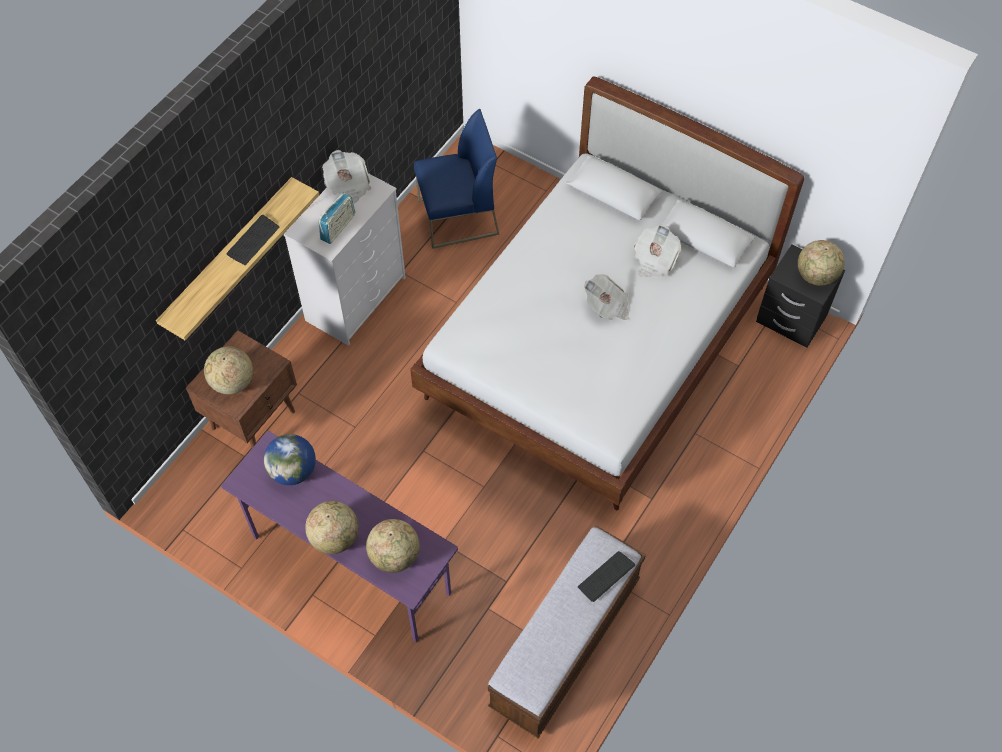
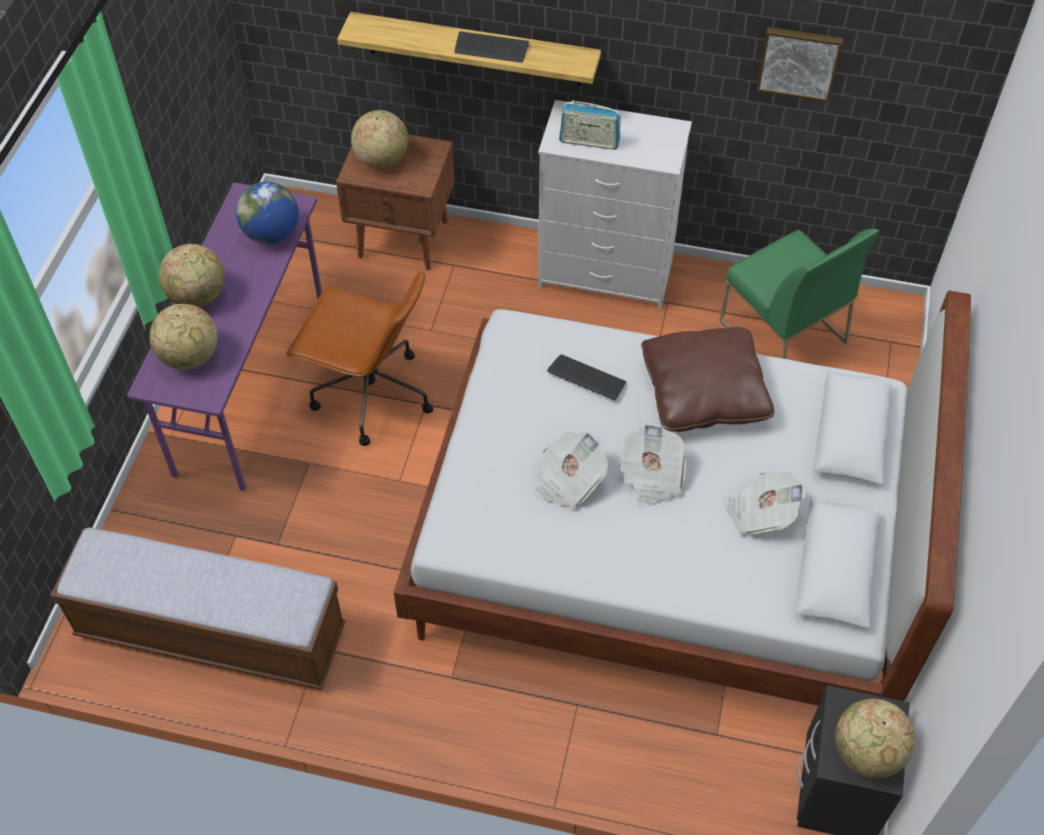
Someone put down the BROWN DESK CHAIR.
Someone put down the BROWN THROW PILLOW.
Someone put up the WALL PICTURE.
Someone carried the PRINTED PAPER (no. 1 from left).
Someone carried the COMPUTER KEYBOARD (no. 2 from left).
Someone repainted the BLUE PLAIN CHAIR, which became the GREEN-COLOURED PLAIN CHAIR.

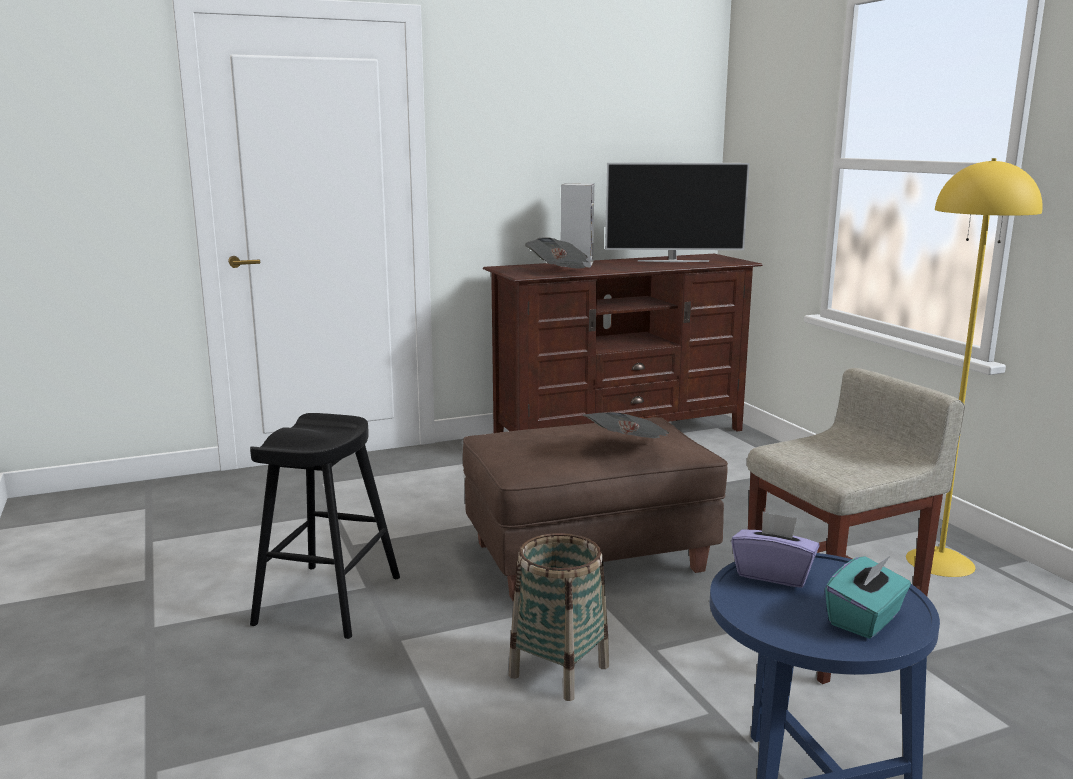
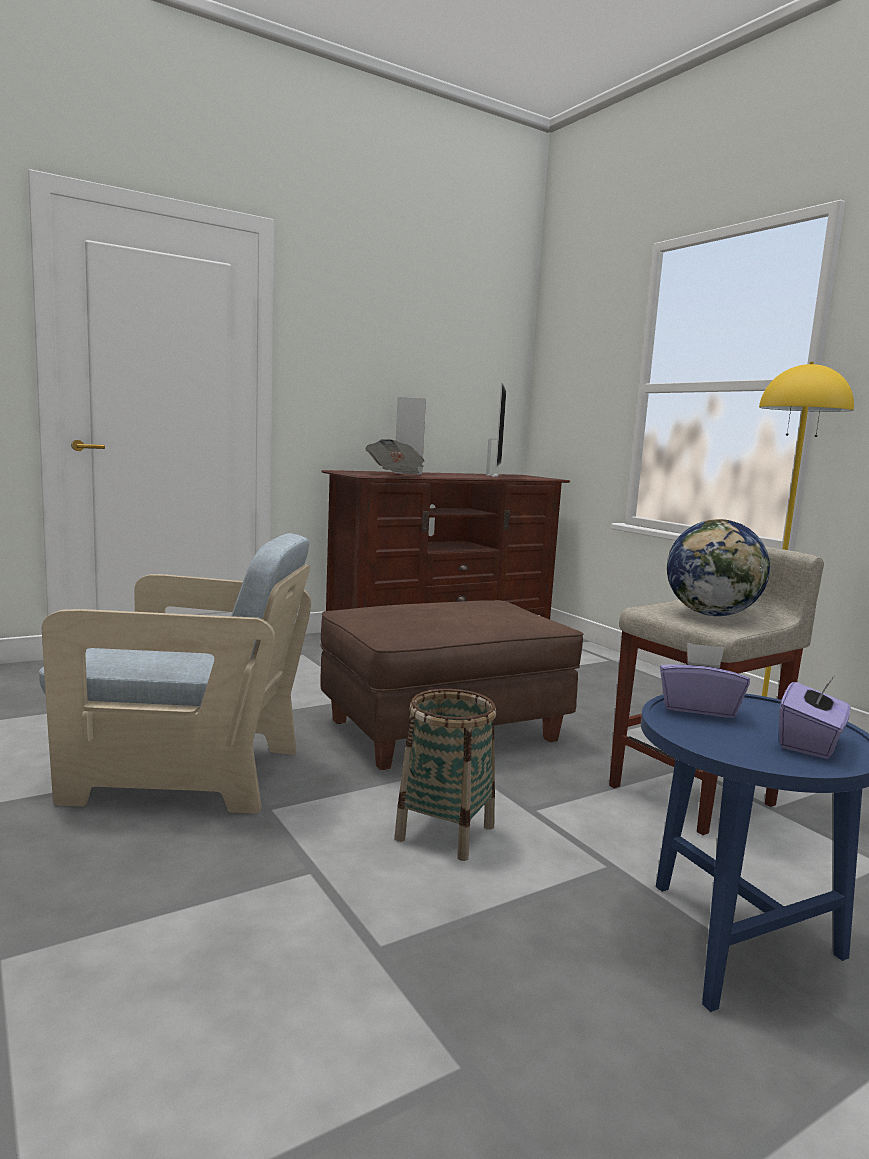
Someone took away the PRINTED PAPER (no. 2 from left).
Someone put down the DESK GLOBE.
Someone swapped the BLACK-COLOURED STOOL SEAT for the BEIGE-COLOURED ARMCHAIR.
Someone repainted the TURQUOISE-COLOURED BOX OF TISSUES, which became the PURPLE BOX OF TISSUES (no. 2 from left).
Someone rotated the TV by 75 degrees counterclockwise.

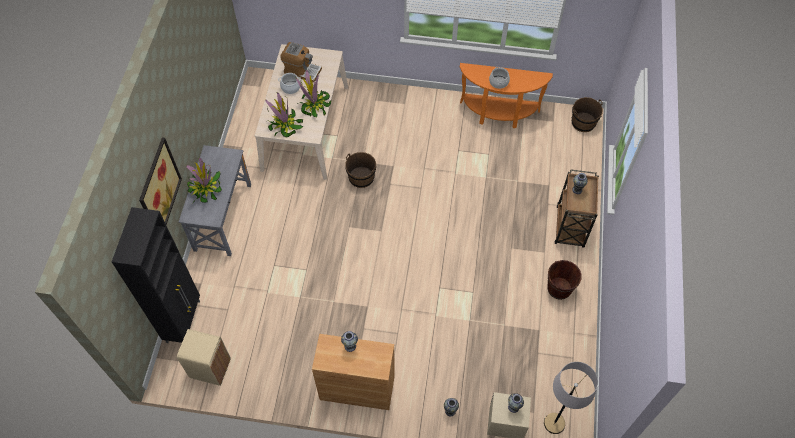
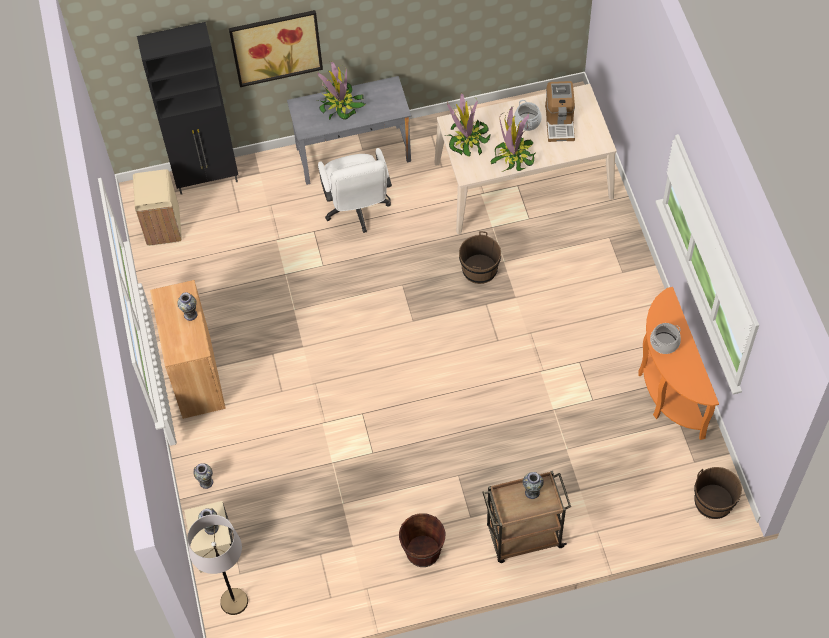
Someone put down the WHITE DESK CHAIR.

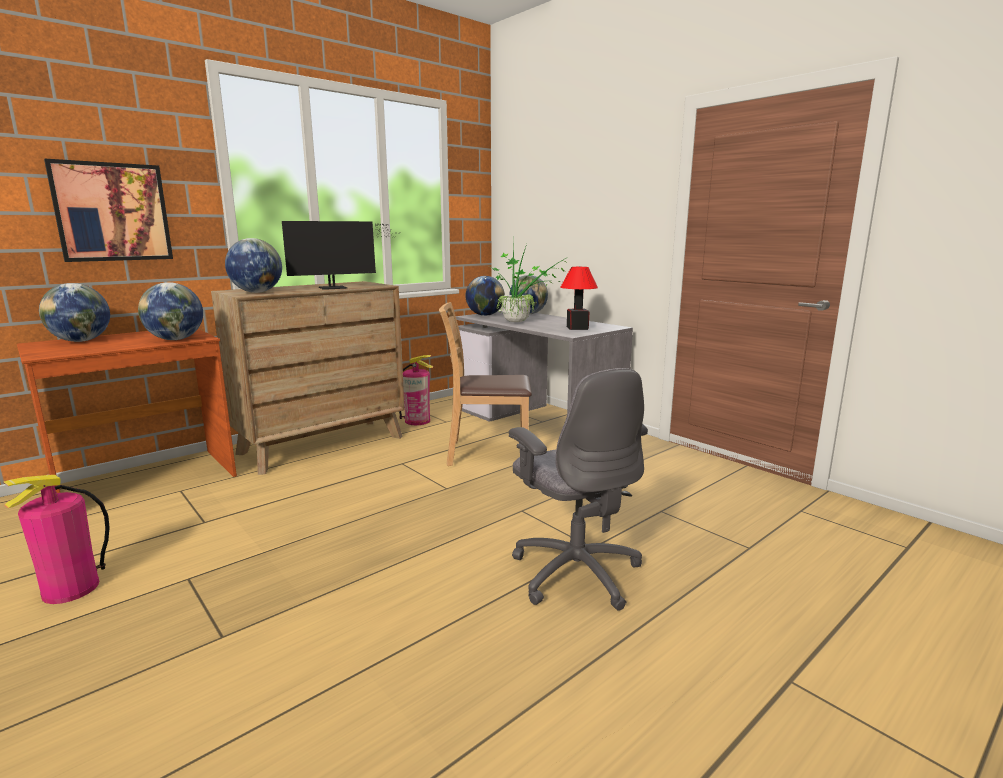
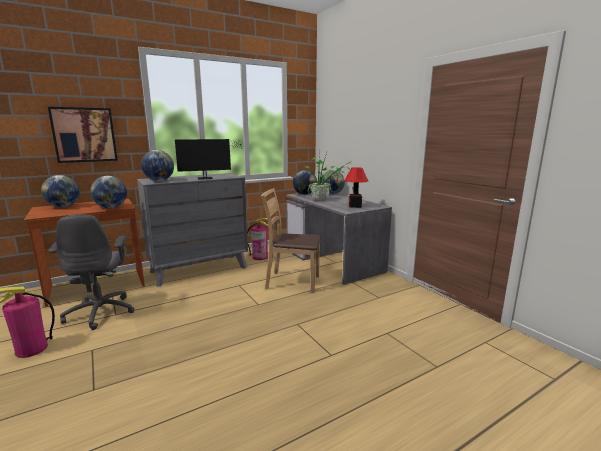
Someone carried the GREY DESK CHAIR.
Someone repainted the BROWN DRESSER, which became the GREY DRESSER.

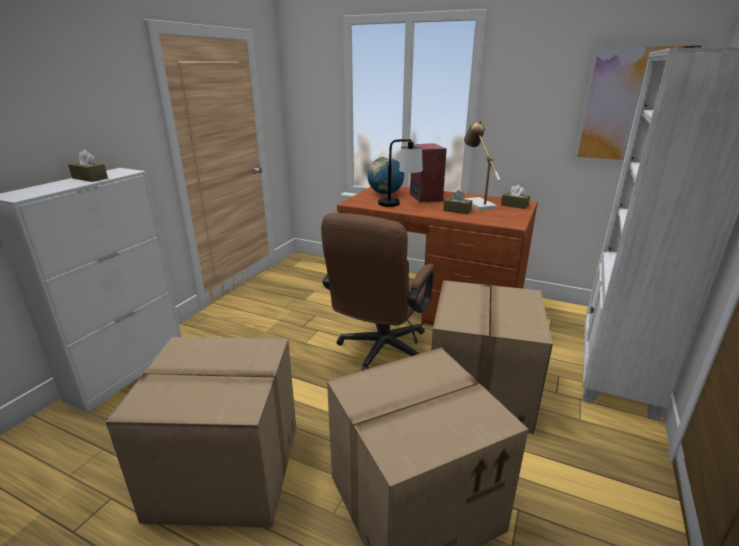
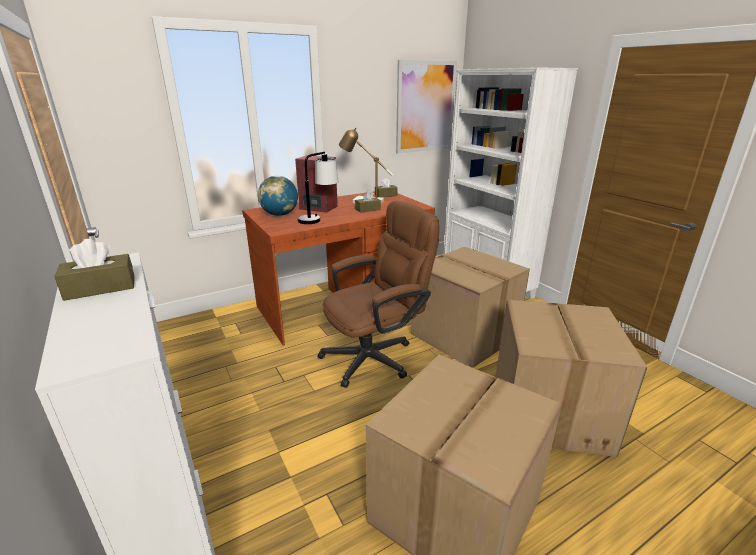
Someone rotated the BROWN DESK CHAIR by 90 degrees counterclockwise.

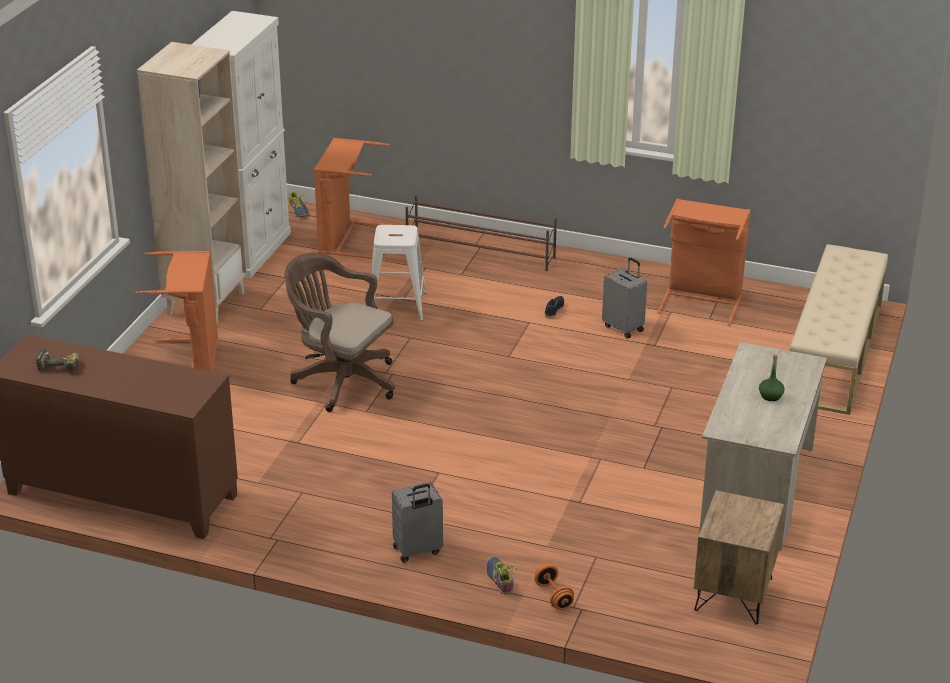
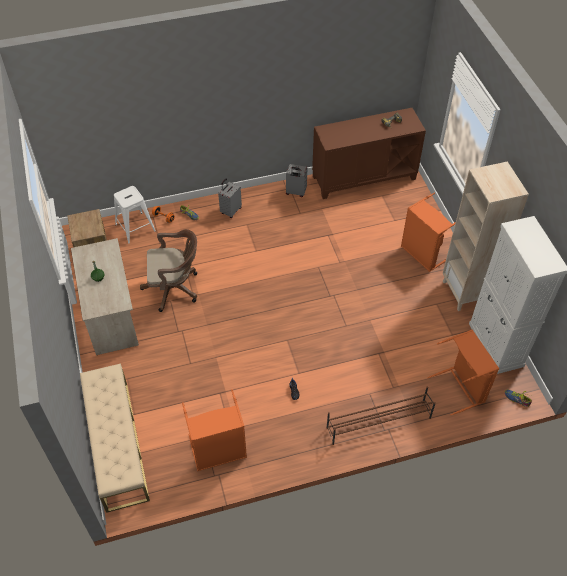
Someone carried the BROWN DESK CHAIR.
Someone carried the WHITE STOOL SEAT.
Someone carried the GREY PIECE OF LUGGAGE (no. 2 from left).

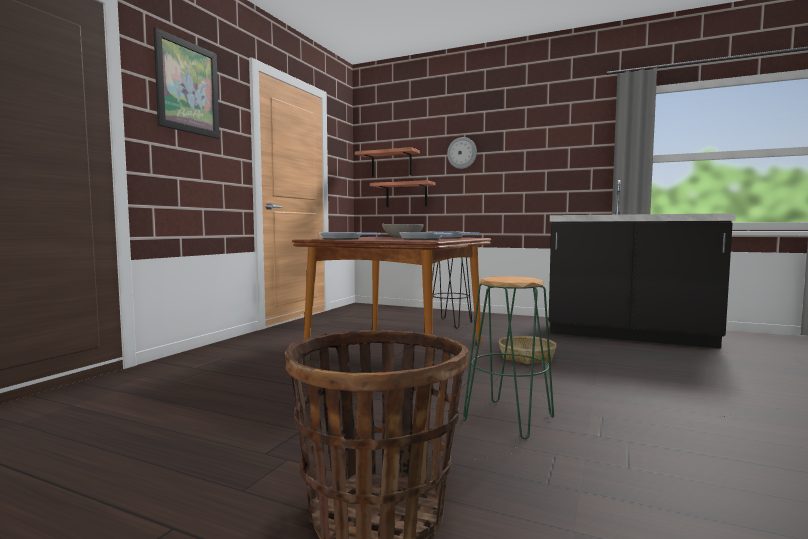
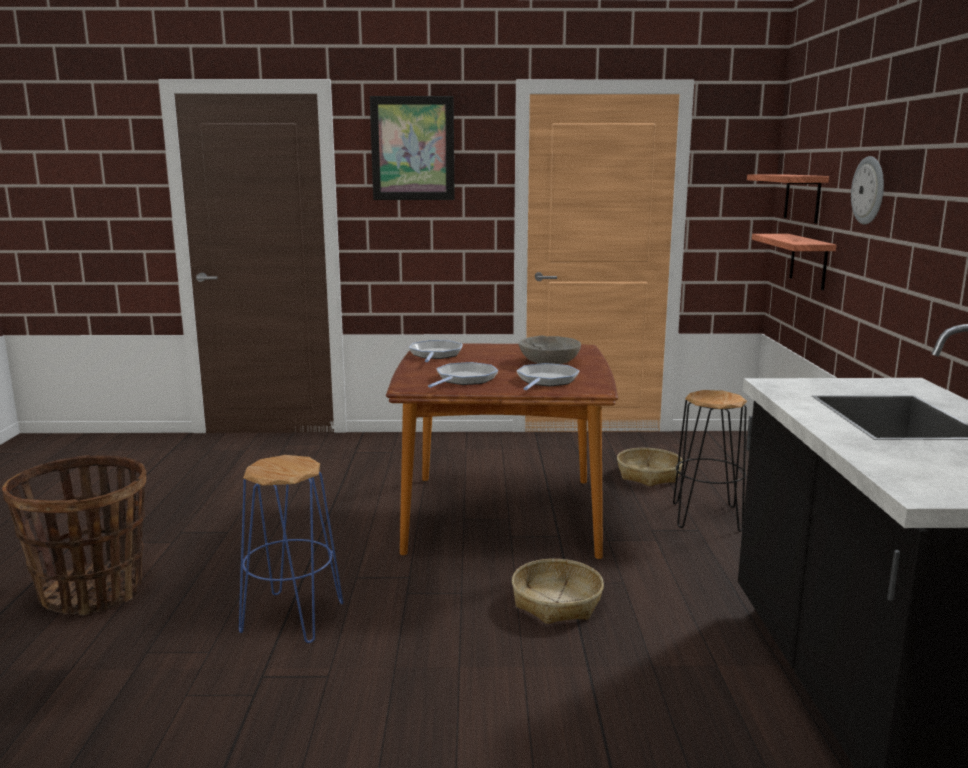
Someone put down the STORAGE BASKET (no. 3 from left).
Someone repainted the GREEN-COLOURED STOOL SEAT, which became the BLUE STOOL SEAT.

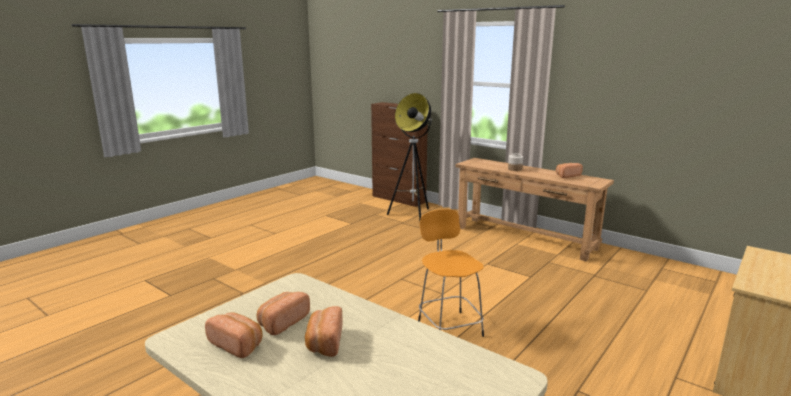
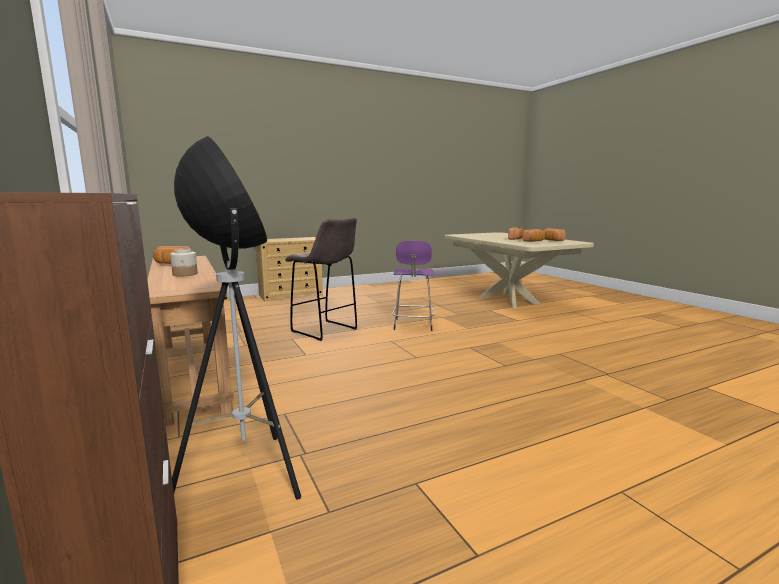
Someone put down the GREY STOOL SEAT.
Someone repainted the ORANGEY STOOL SEAT, which became the PURPLE STOOL SEAT.

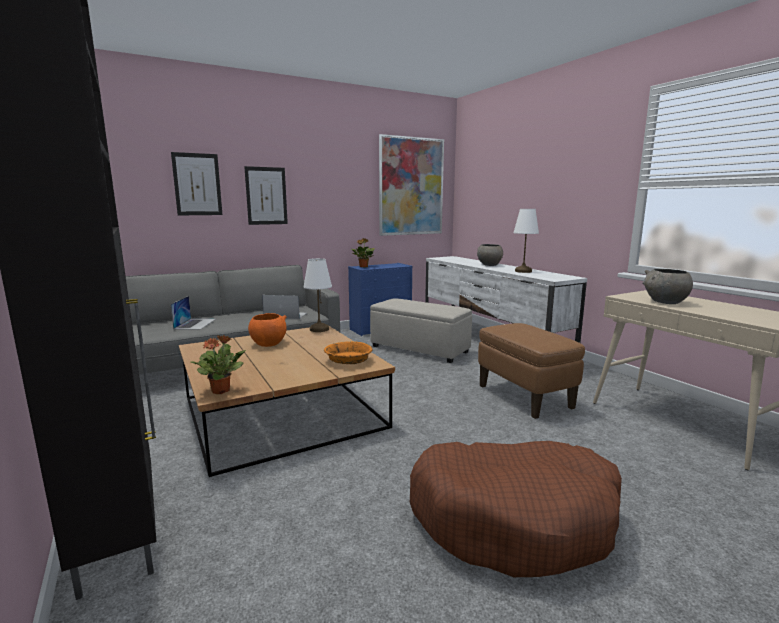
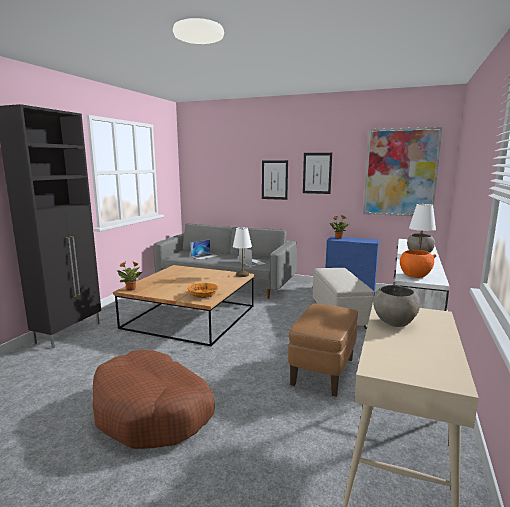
Someone carried the WALL PICTURE (no. 1 from left in the first image).
Someone carried the ORANGEY SERVING BOWL (no. 1 from left in the first image).

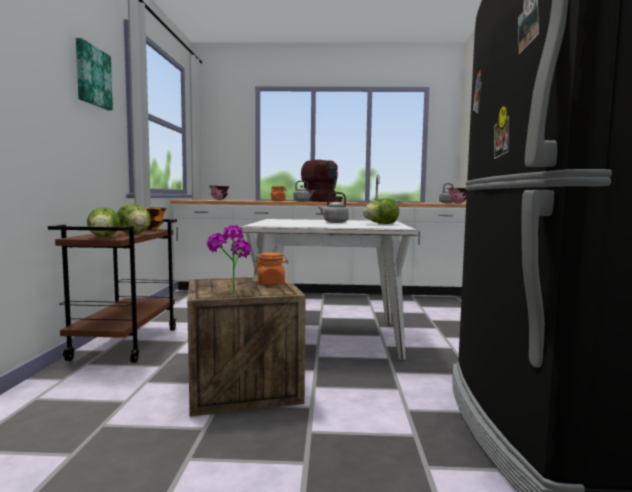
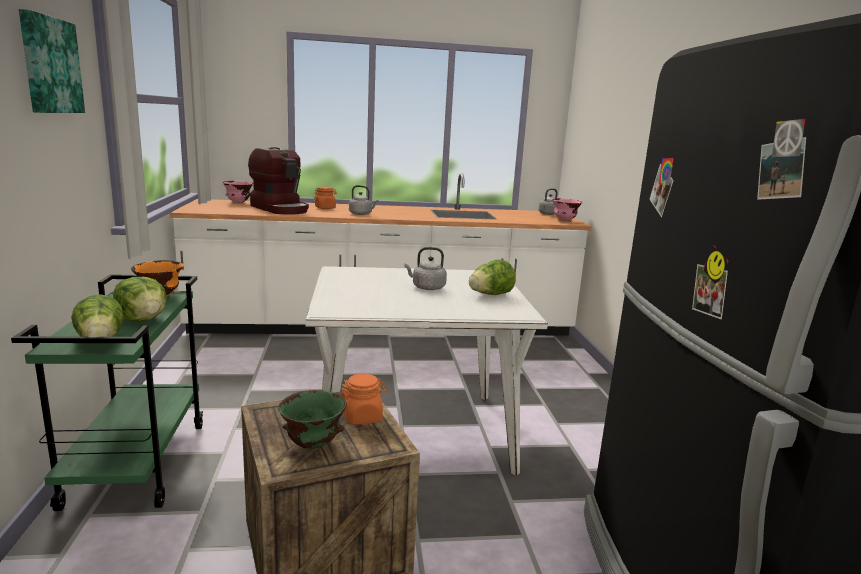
Someone carried the COFFEE BREWER.
Someone swapped the POTTED PLANT for the GREEN-COLOURED SERVING BOWL.
Someone repainted the BROWN TROLLEY, which became the GREEN-COLOURED TROLLEY.

